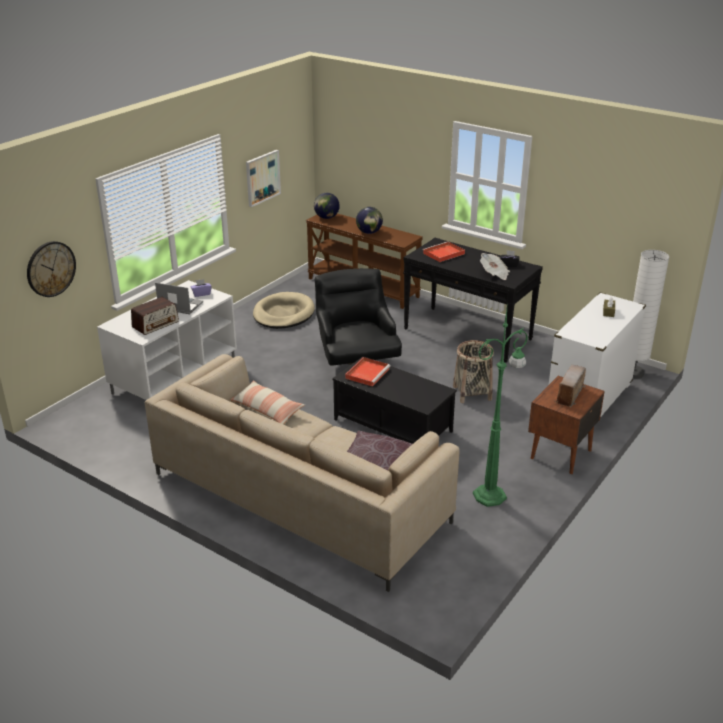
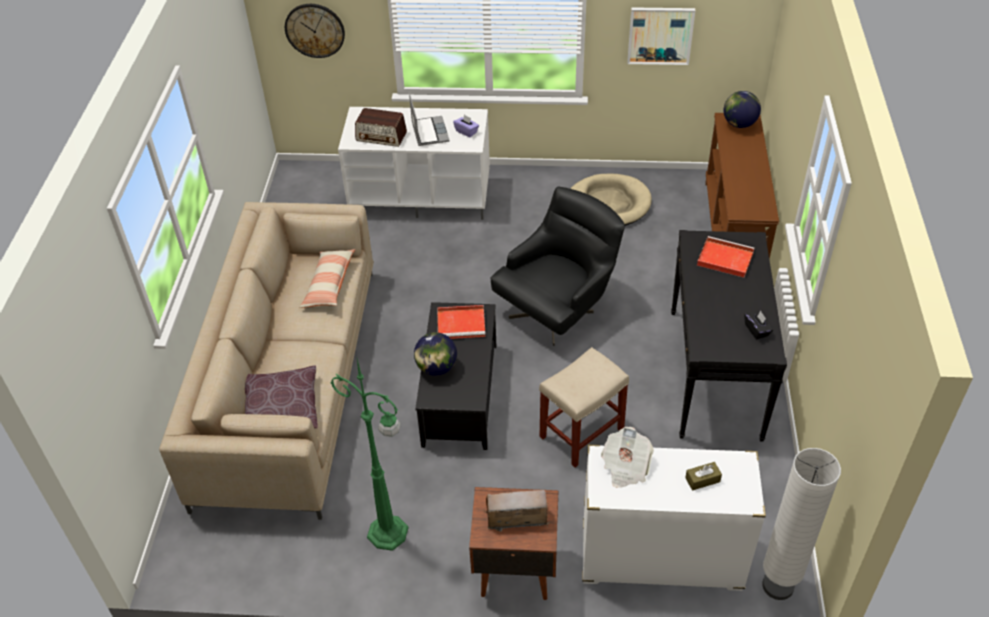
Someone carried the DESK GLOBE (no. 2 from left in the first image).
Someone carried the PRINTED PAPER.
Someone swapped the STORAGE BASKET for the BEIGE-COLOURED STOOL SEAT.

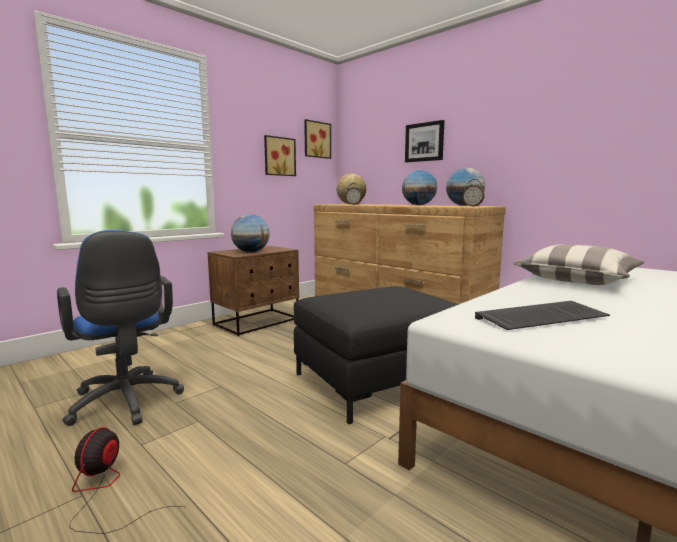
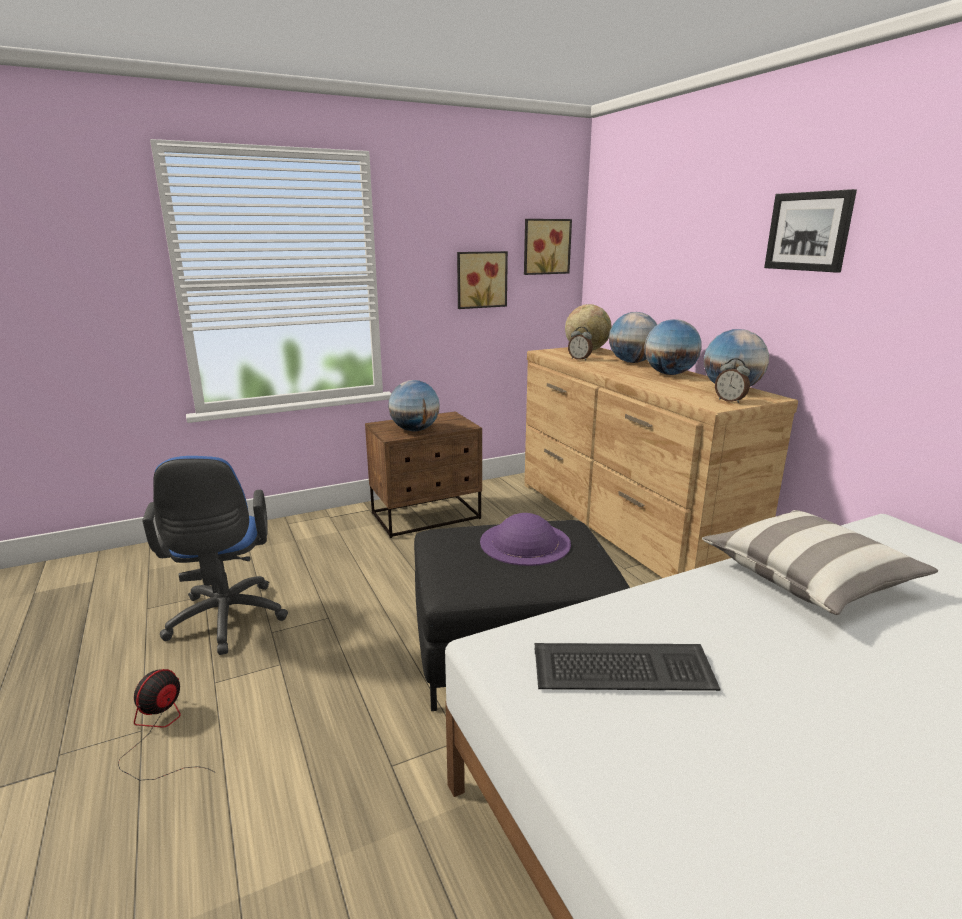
Someone put down the PURPLE CLOTHING HAT.
Someone put down the DESK GLOBE (no. 3 from left).
Someone carried the WALL PICTURE (no. 3 from left).

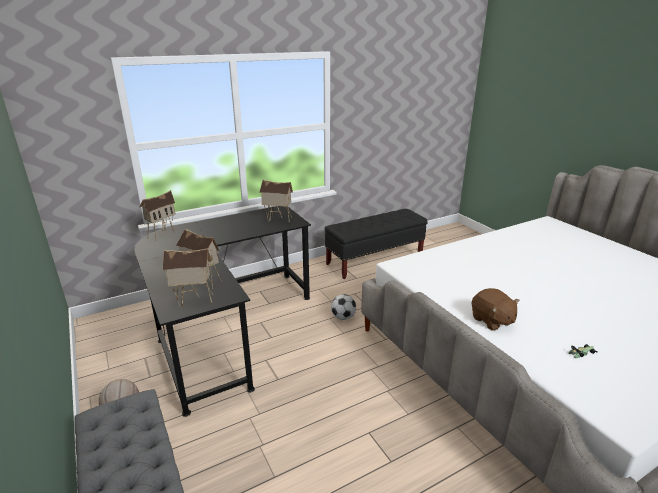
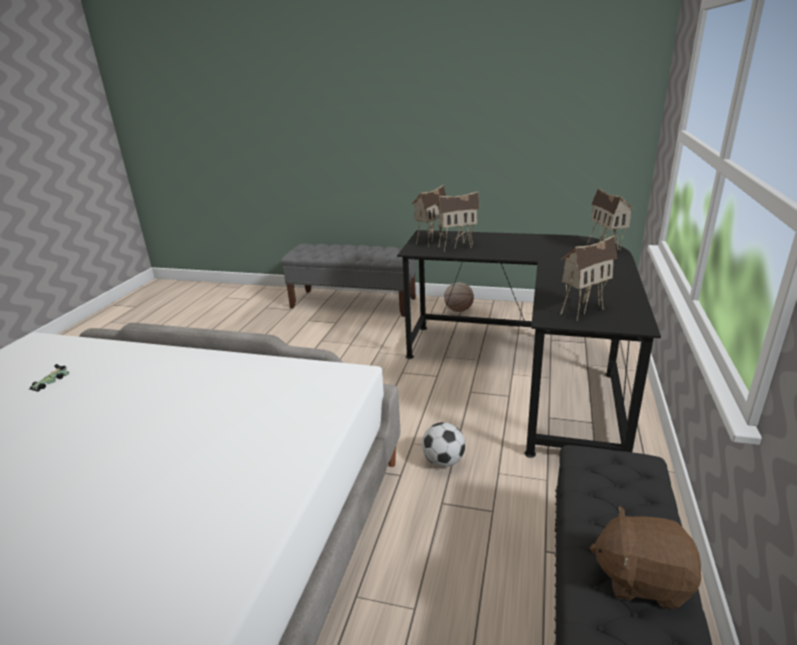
Someone carried the BROWN CUDDLY TOY.

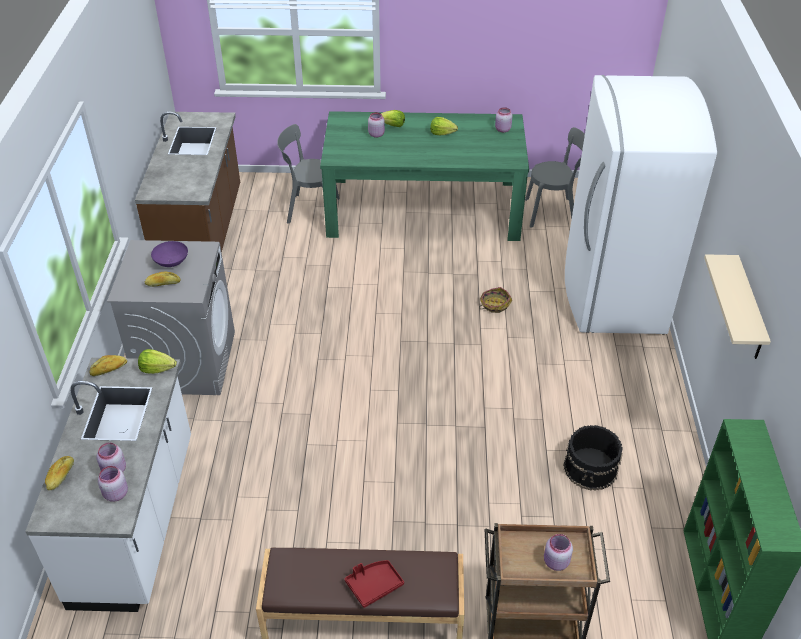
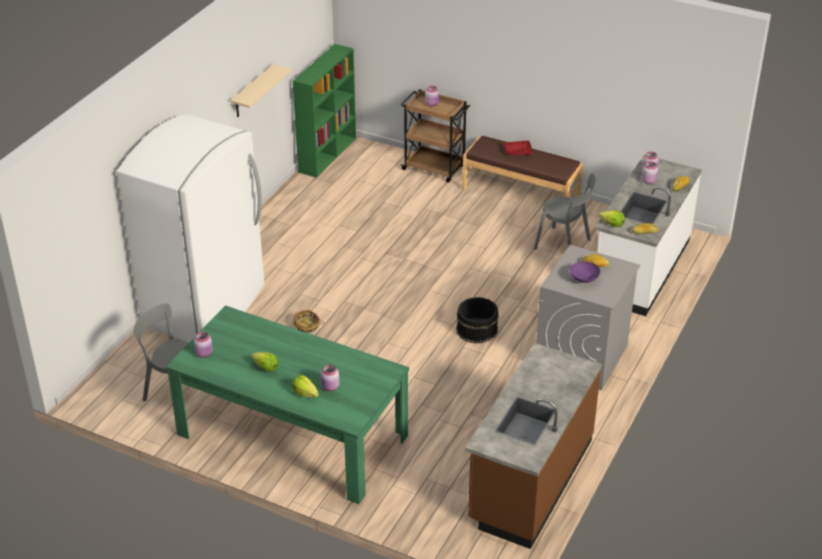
Someone carried the GREY PLAIN CHAIR (no. 1 from left in the first image).
Someone carried the BLACK-COLOURED BUCKET.

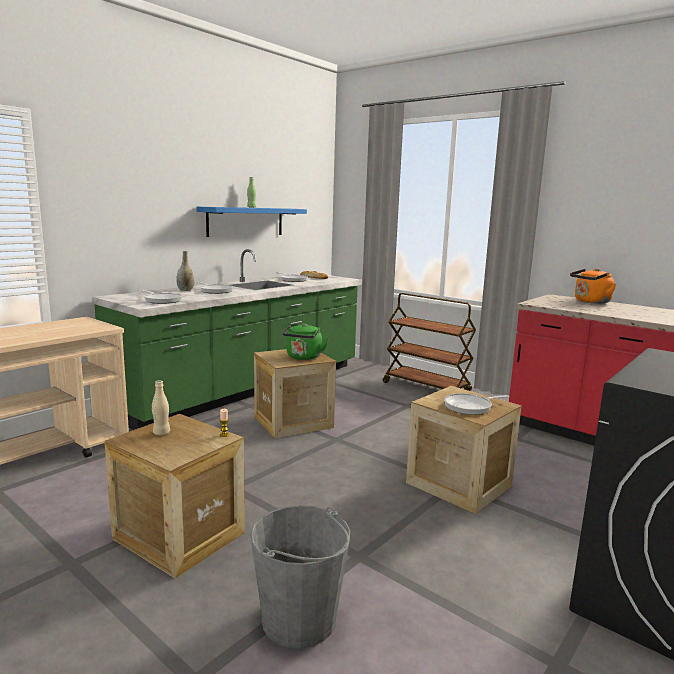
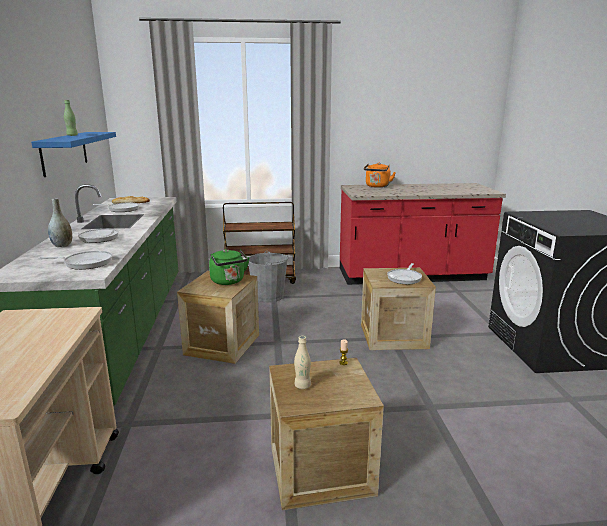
Someone carried the GREY BUCKET.

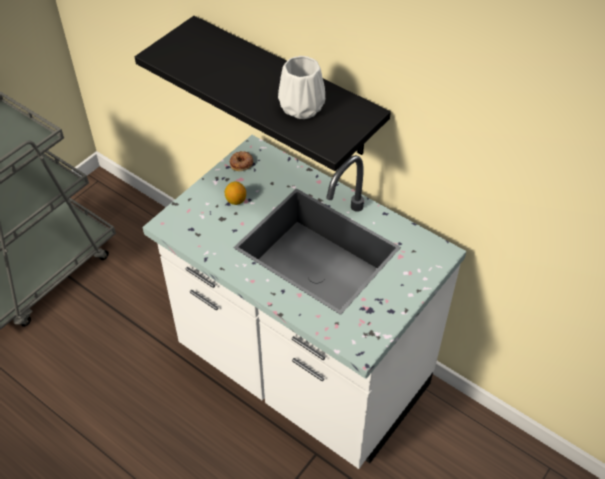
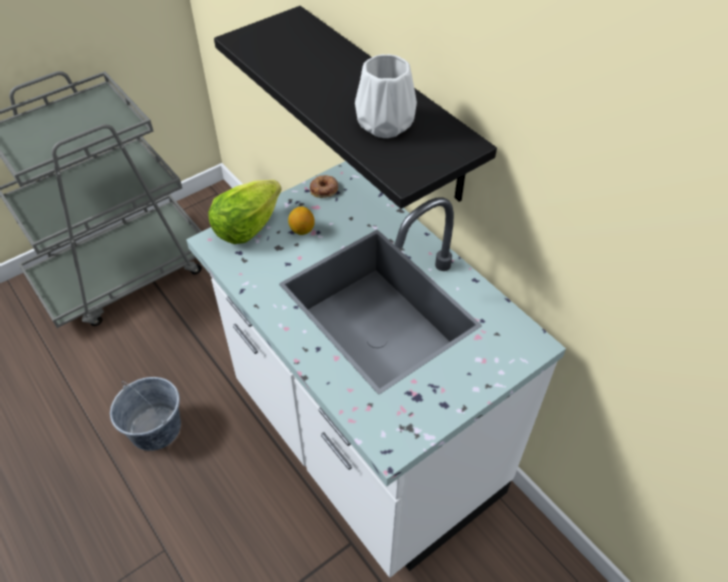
Someone put down the GREY BUCKET.
Someone put down the HEAD OF LETTUCE.

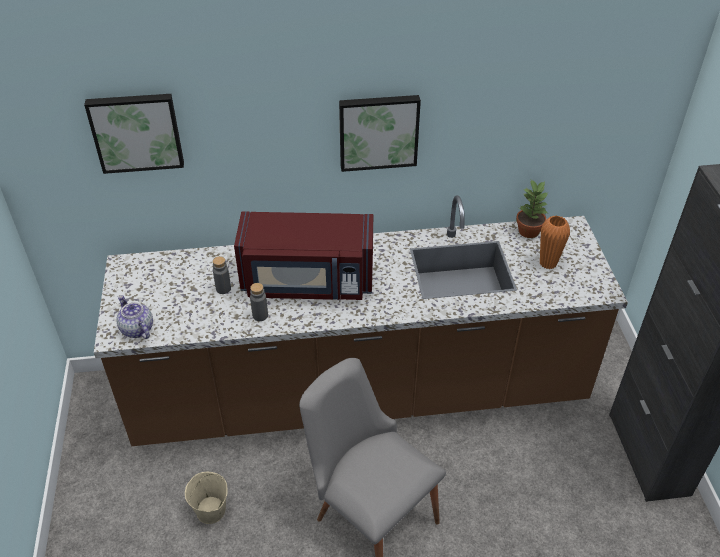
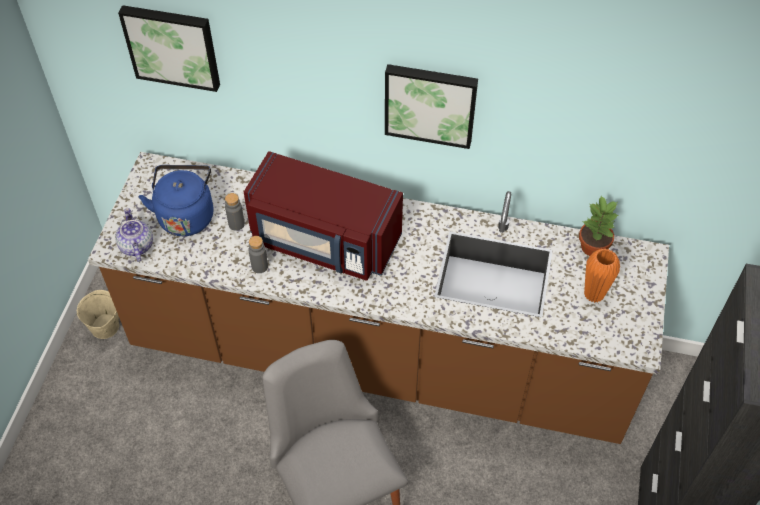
Someone put down the BLUE WATER KETTLE.
Someone carried the BEIGE-COLOURED BUCKET.

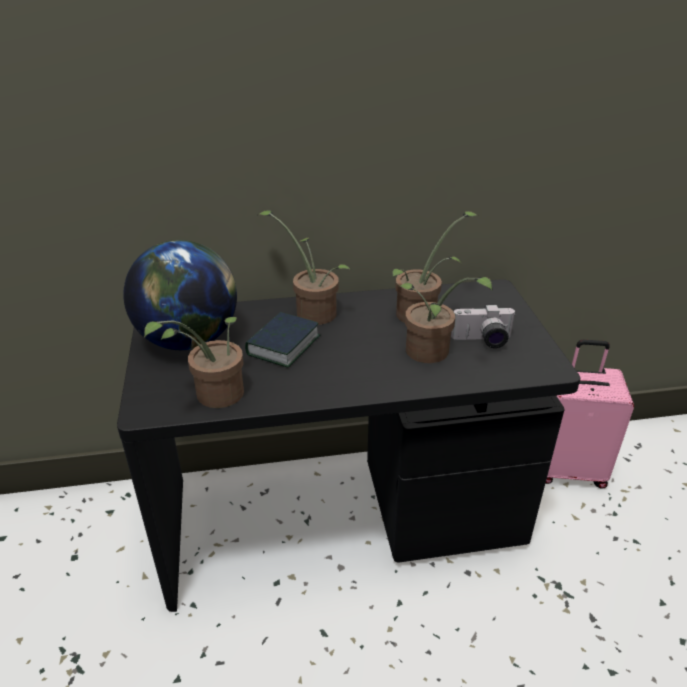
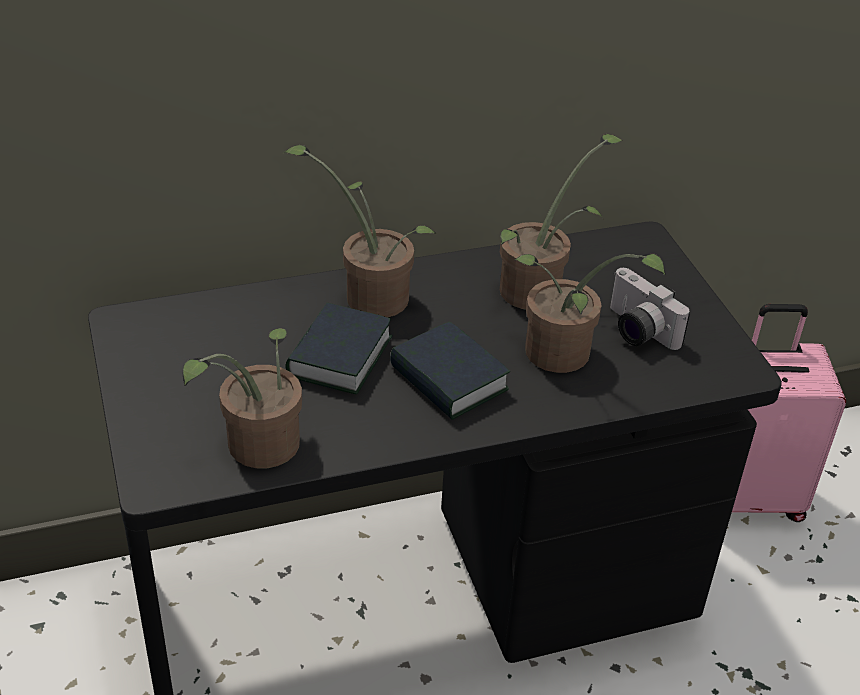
Someone took away the DESK GLOBE.
Someone put down the BOOK (no. 2 from left).
Someone rotated the PHOTO CAMERA by 60 degrees clockwise.

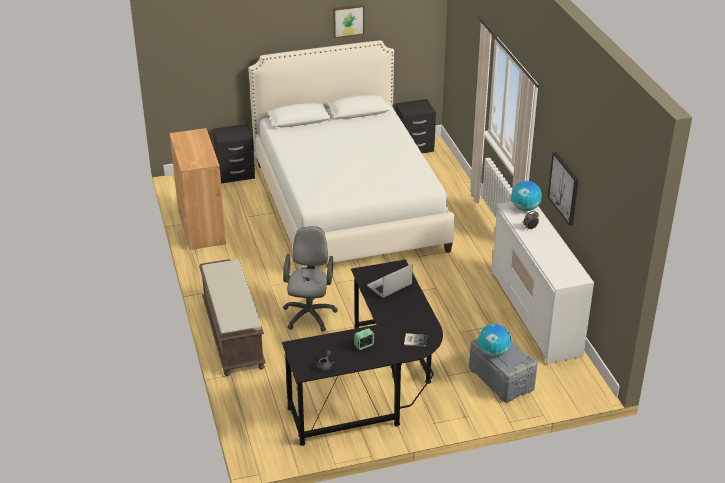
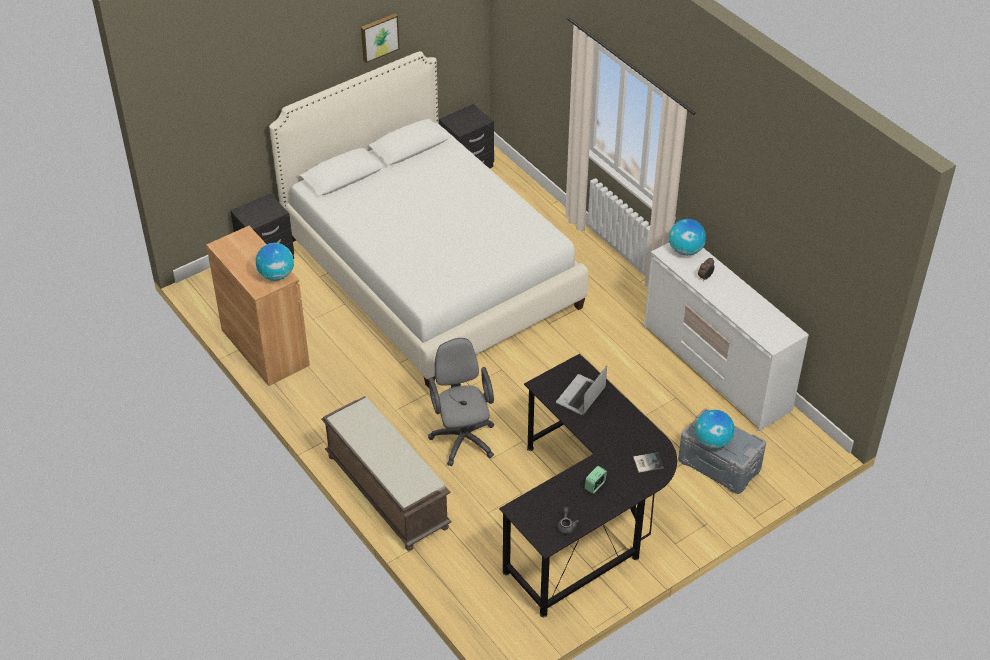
Someone took away the WALL PICTURE (no. 2 from left).
Someone put down the DESK GLOBE (no. 1 from left).

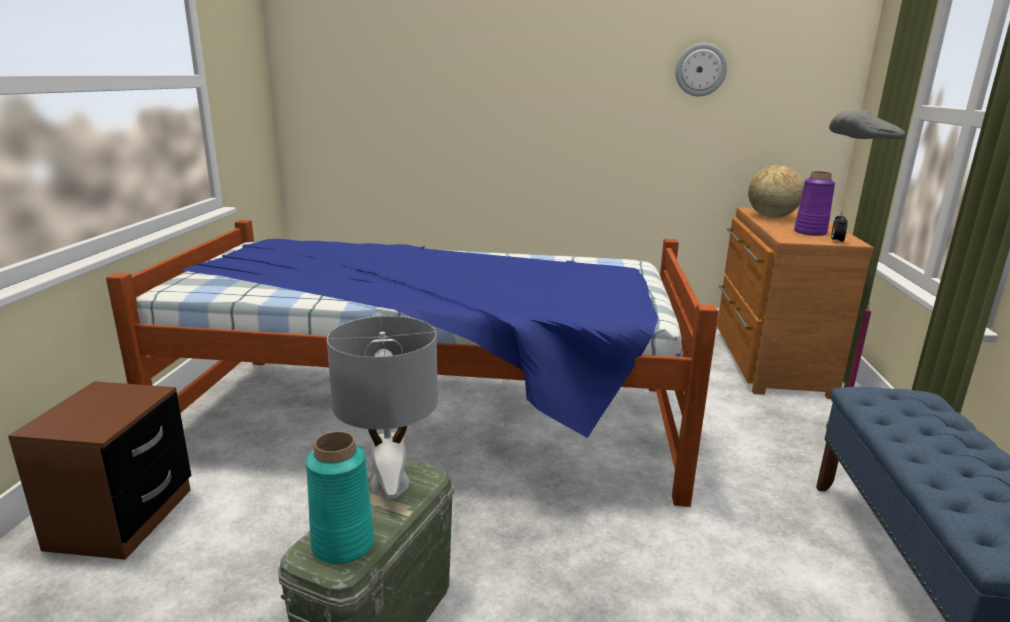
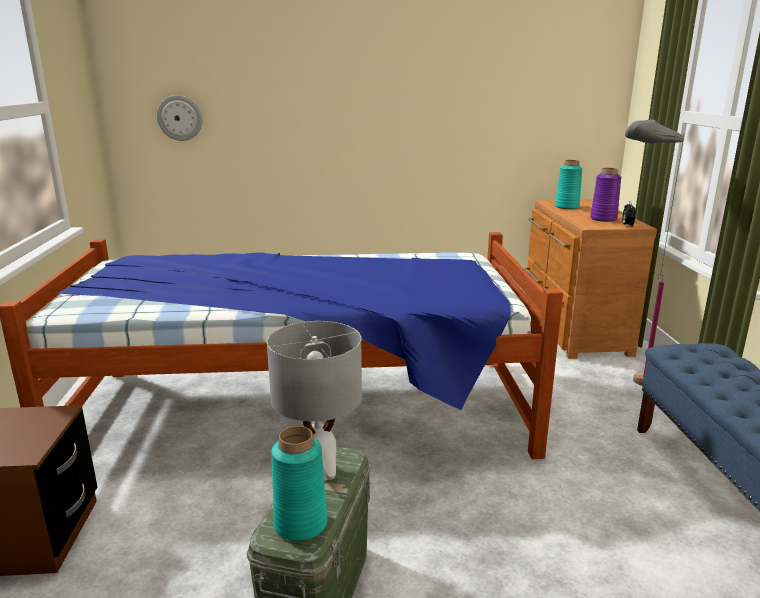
Someone carried the WALL CLOCK.
Someone swapped the DESK GLOBE for the TURQUOISE-COLOURED VASE (no. 2 from left).

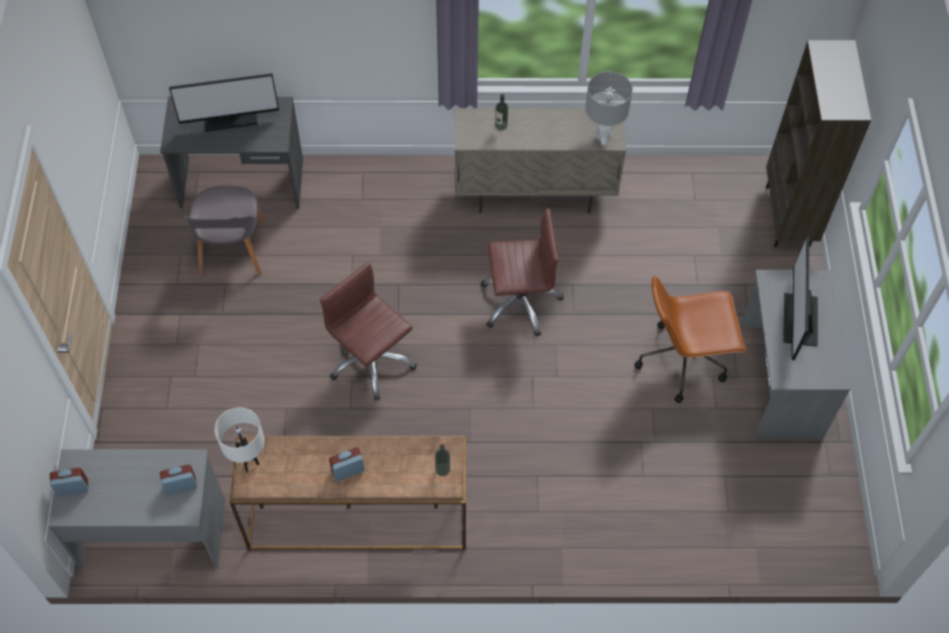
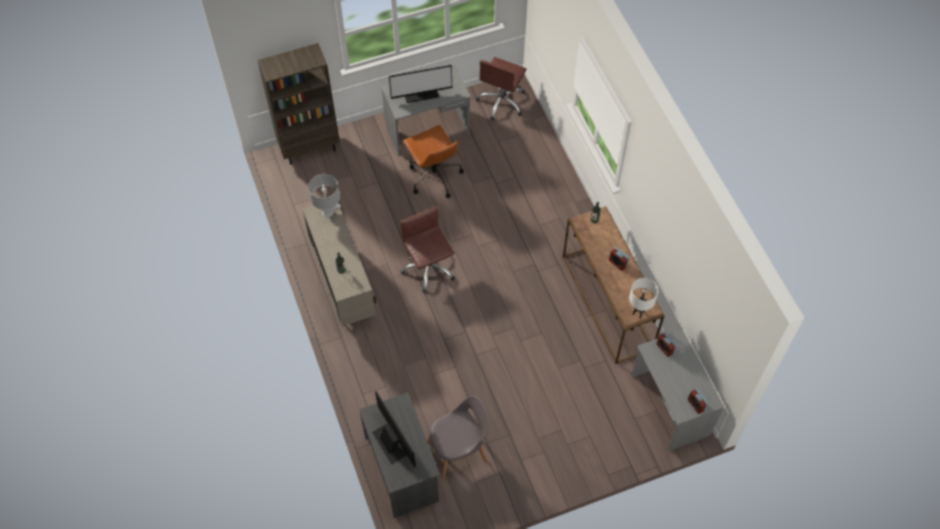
Someone carried the BROWN DESK CHAIR (no. 1 from left in the first image).

